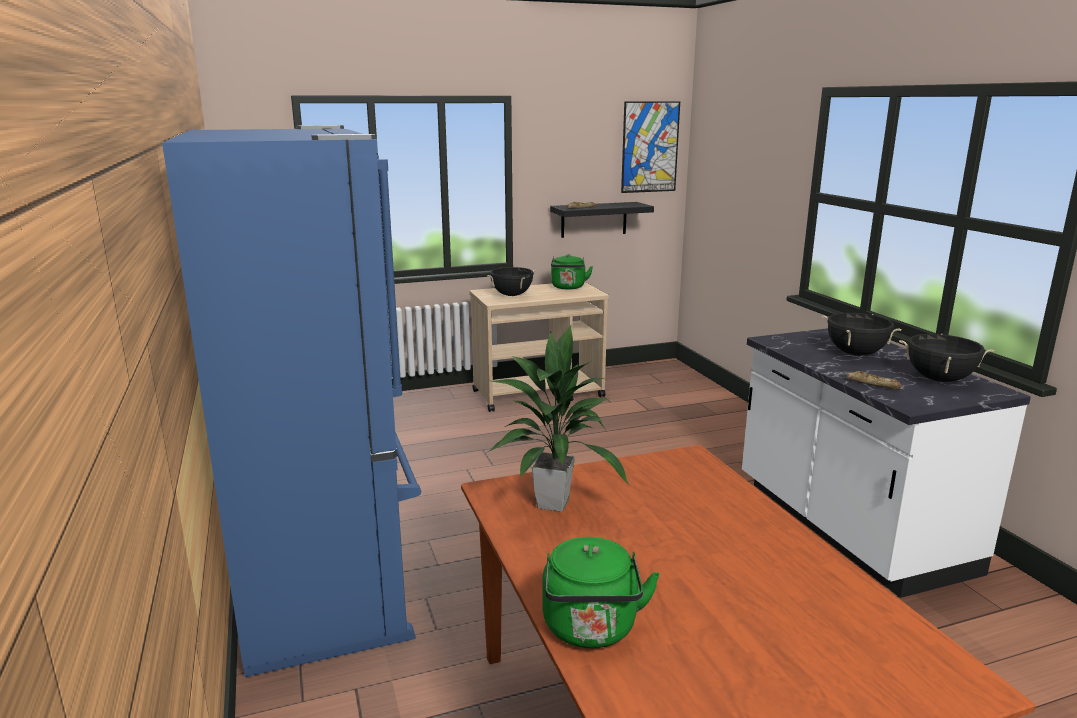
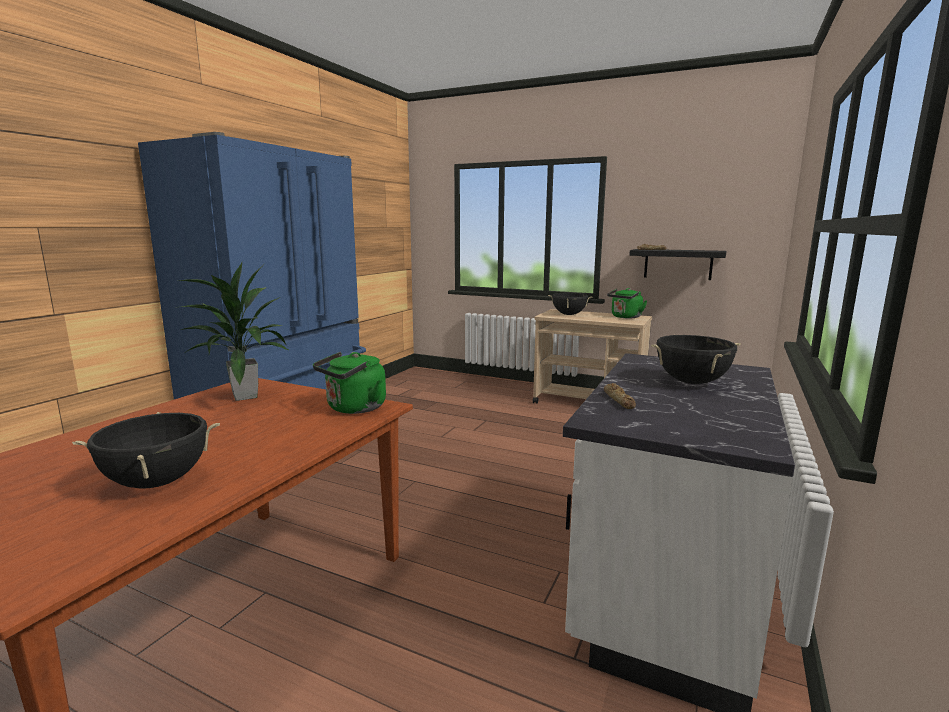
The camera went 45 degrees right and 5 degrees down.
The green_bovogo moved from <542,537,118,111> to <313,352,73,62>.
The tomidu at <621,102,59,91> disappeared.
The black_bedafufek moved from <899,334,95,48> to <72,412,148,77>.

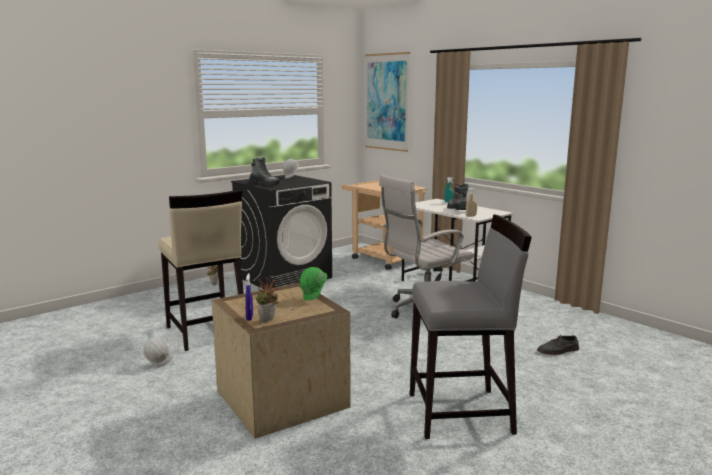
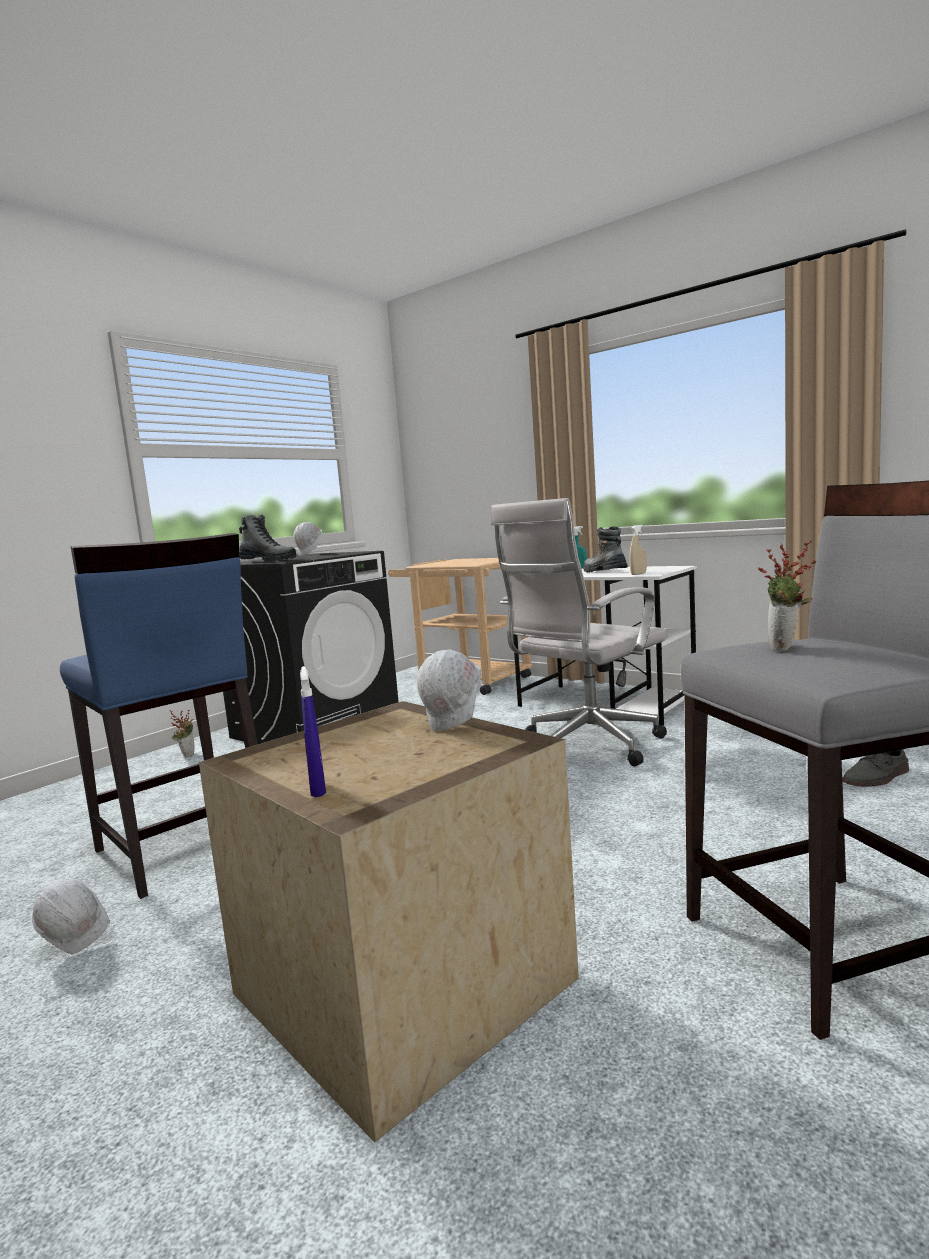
The camera went 10 degrees left and 5 degrees down.
The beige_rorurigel at <158,190,86,161> became the blue_rorurigel at <60,533,198,366>.
The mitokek moved from <256,278,23,44> to <758,540,59,111>.
The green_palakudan at <300,267,27,33> became the white_palakudan at <417,650,64,81>.
The tomidu at <364,52,46,100> disappeared.

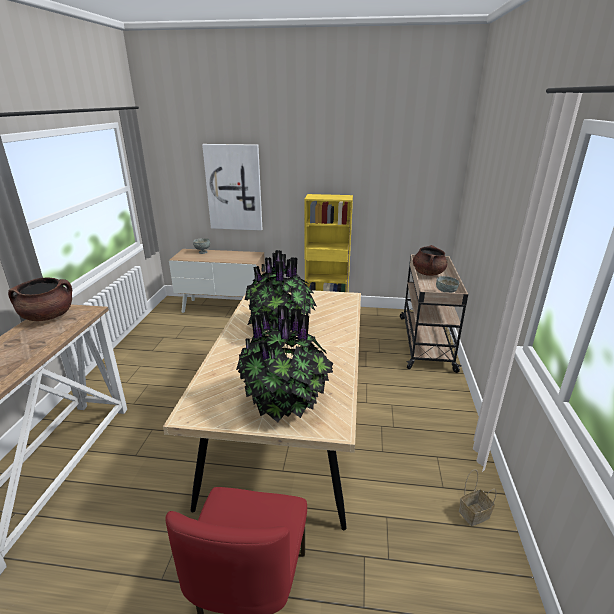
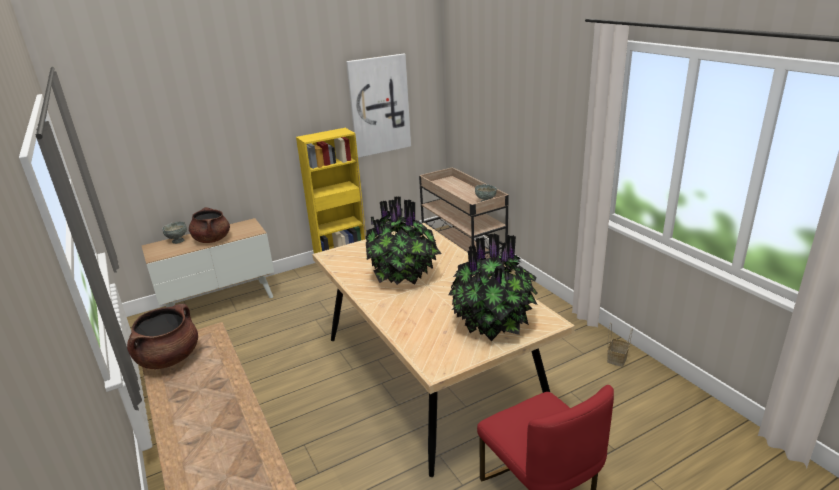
The camera went 35 degrees left and 0 degrees up.
The tomidu moved from <202,144,60,86> to <346,53,65,105>.
The brown_bedafufek moved from <413,245,34,31> to <189,207,41,36>.

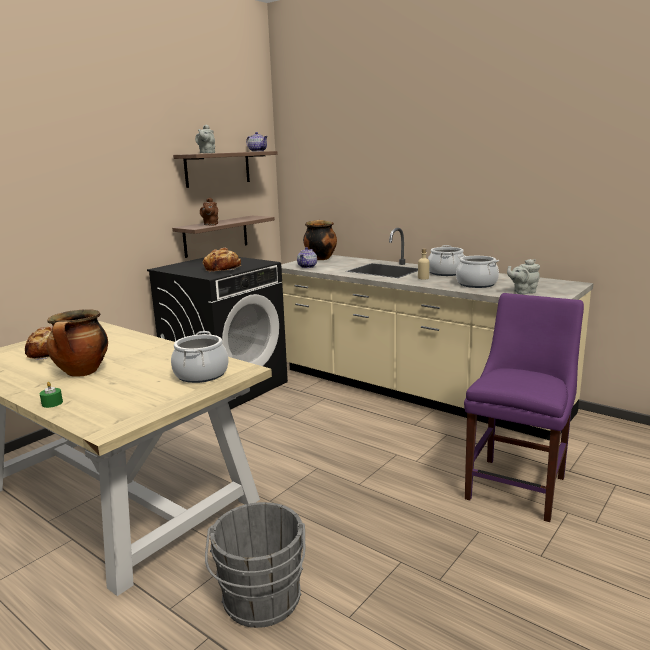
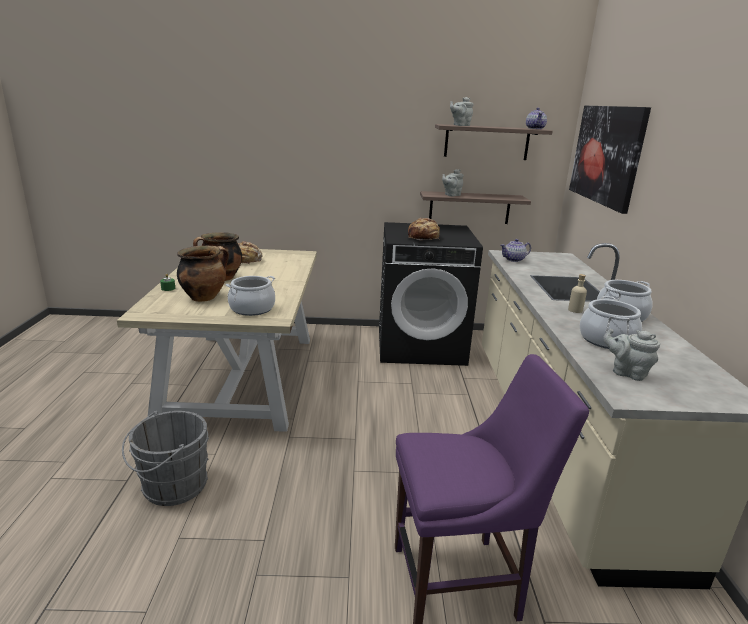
The camera went 50 degrees right and 5 degrees up.
The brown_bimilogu at <200,198,18,28> became the grey_bimilogu at <442,169,22,27>.
The bedafufek moved from <303,220,34,40> to <177,246,52,56>.
The tomidu at <569,106,82,108> appeared.

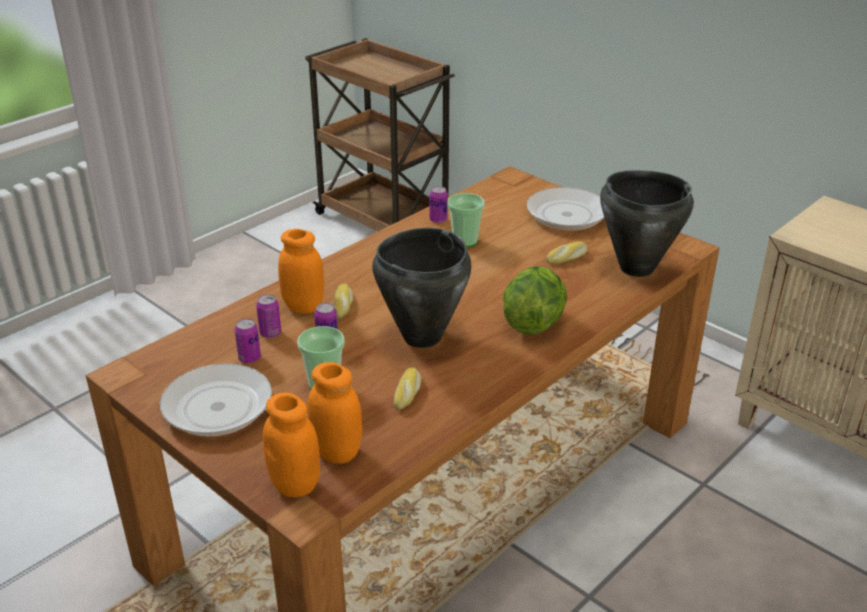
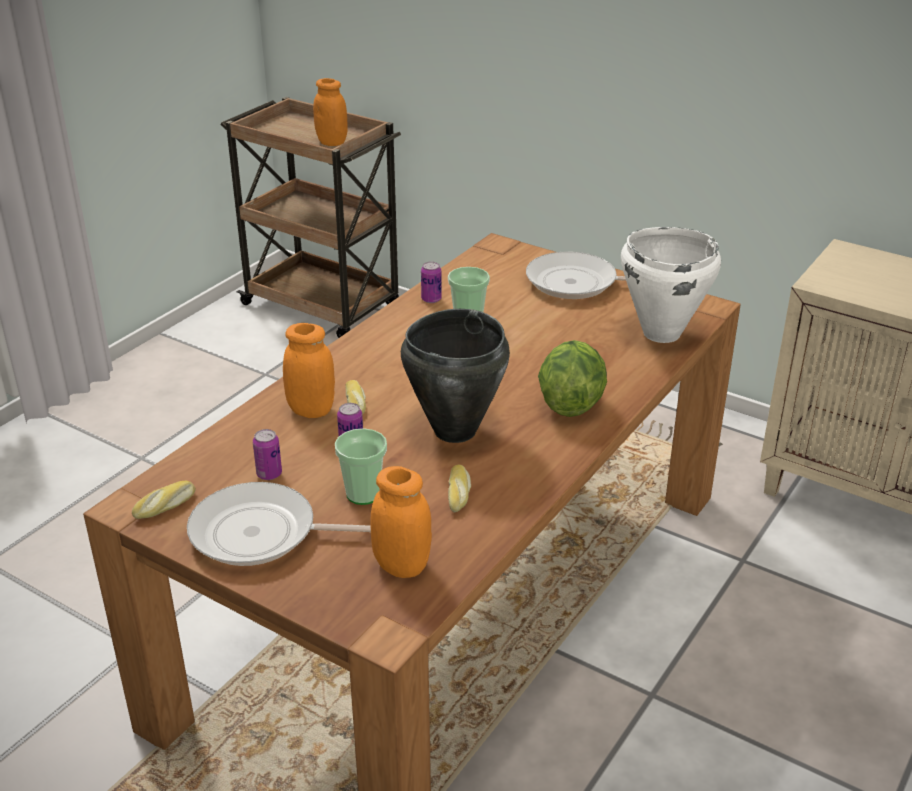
The camera went 10 degrees left and 0 degrees up.
The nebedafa at <256,294,25,44> disappeared.
The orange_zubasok moved from <263,392,57,106> to <313,78,34,68>.
The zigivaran moved from <546,241,42,23> to <132,481,64,38>.
The black_bedafufek at <600,170,94,107> became the white_bedafufek at <621,227,100,116>.

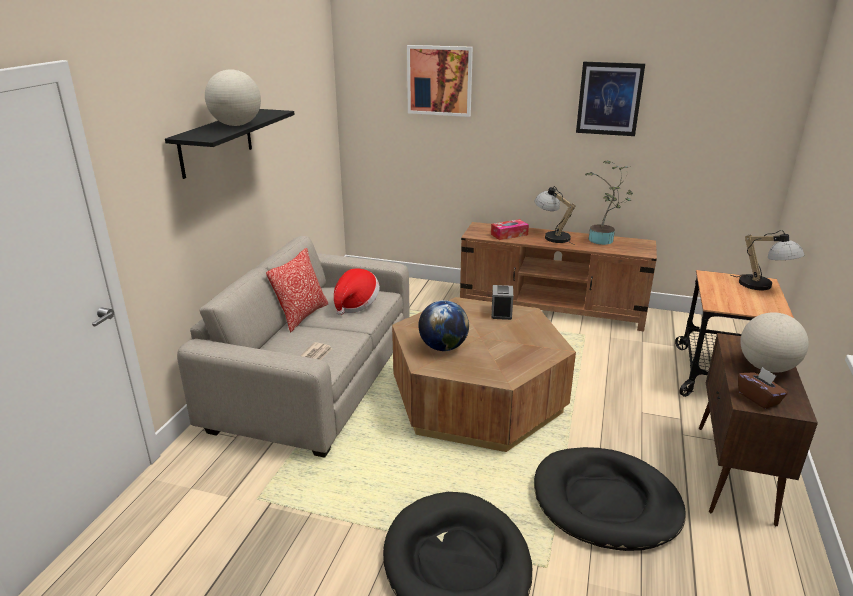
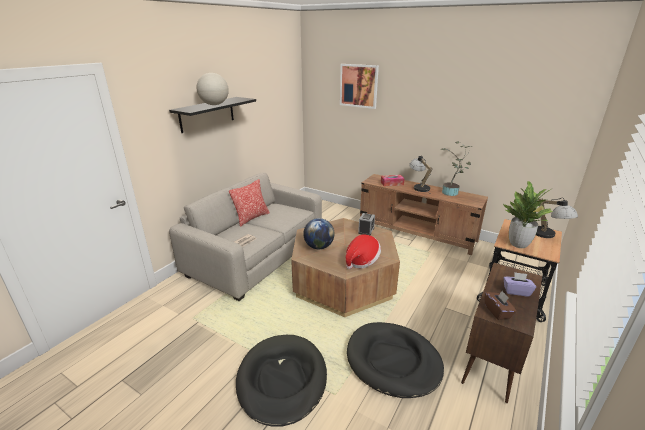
The camera went 15 degrees right and 0 degrees up.
The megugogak moved from <334,268,46,47> to <346,235,35,34>.
The tomidu at <576,62,69,74> disappeared.
The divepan at <740,312,69,61> was replaced by the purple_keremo at <503,272,33,25>.
The mitokek at <503,181,50,67> appeared.

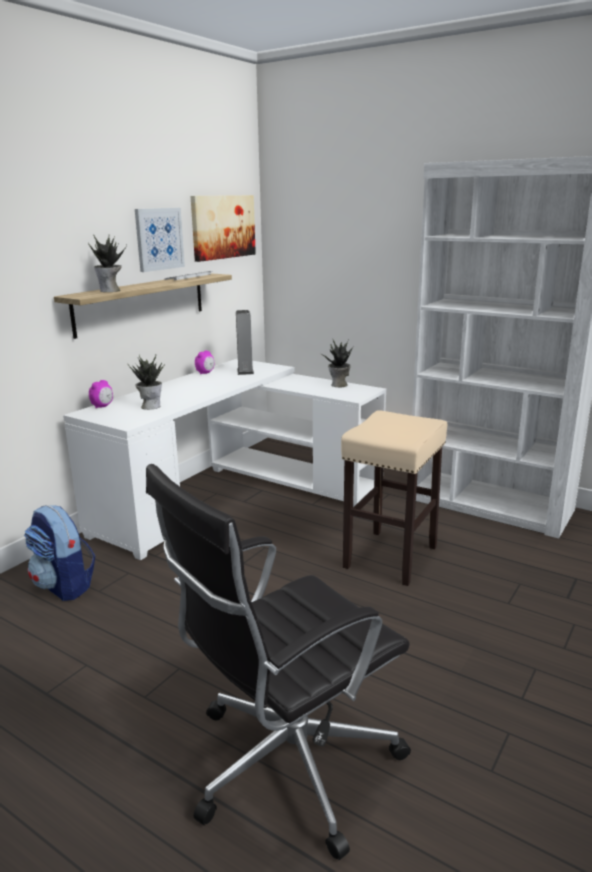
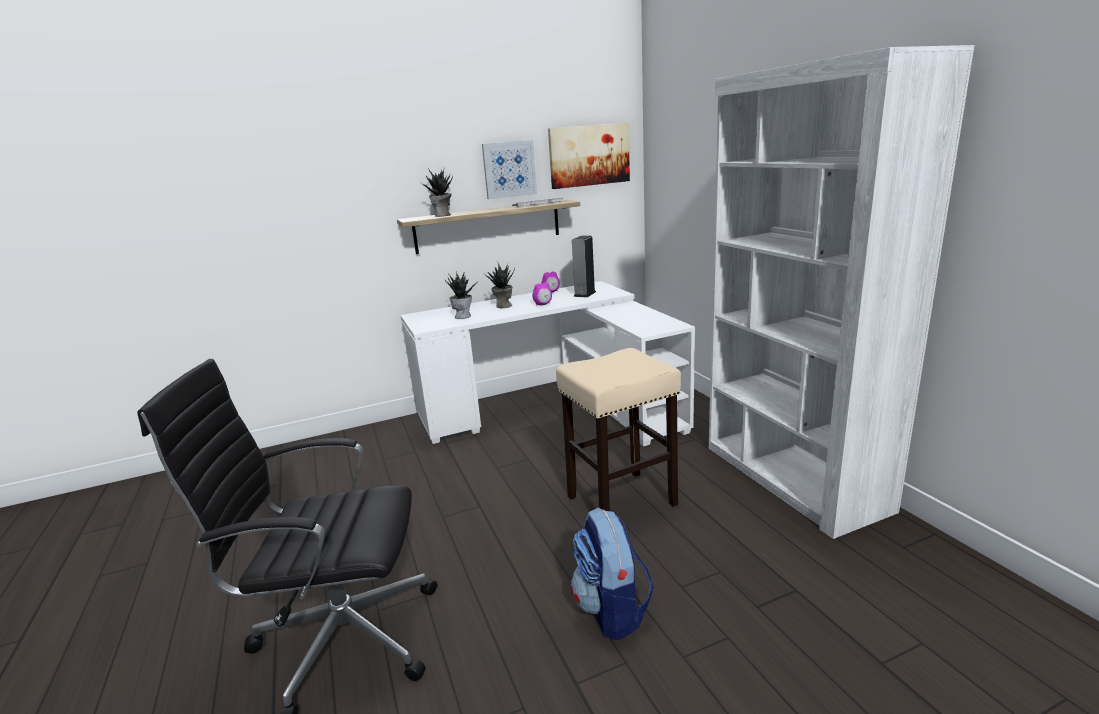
The camera went 35 degrees right and 0 degrees up.
The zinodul moved from <24,505,71,96> to <571,507,83,133>.
The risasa moved from <89,380,24,28> to <532,282,20,24>.
The mitokek moved from <322,340,31,47> to <487,263,28,45>.

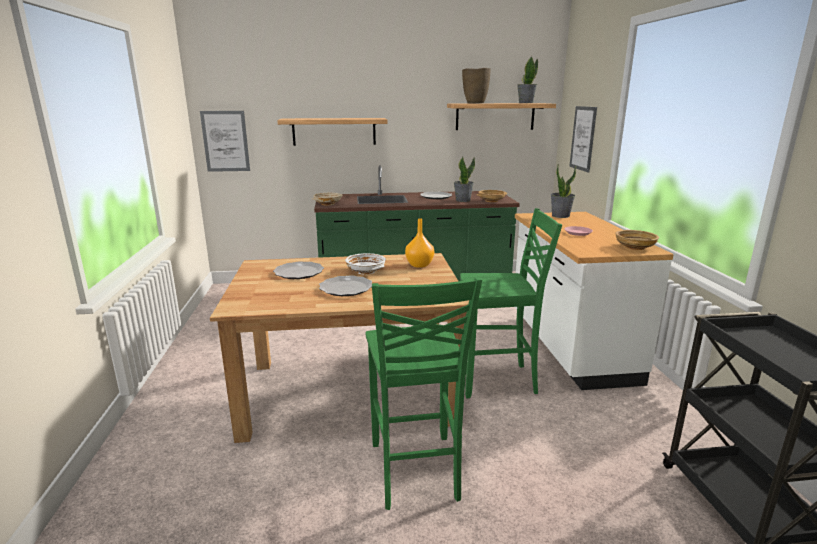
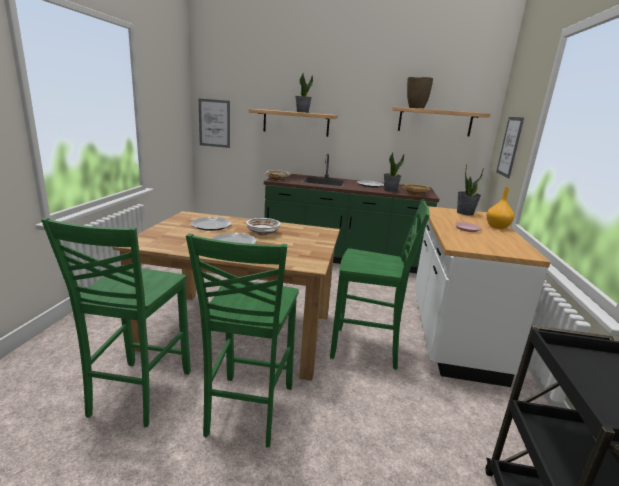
The camera went 15 degrees right and 0 degrees up.
The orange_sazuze moved from <405,218,29,50> to <486,187,28,42>.
The mitokek moved from <517,56,21,47> to <296,73,17,40>.
The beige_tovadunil at <615,230,44,20> disappeared.
The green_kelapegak at <41,218,150,209> appeared.

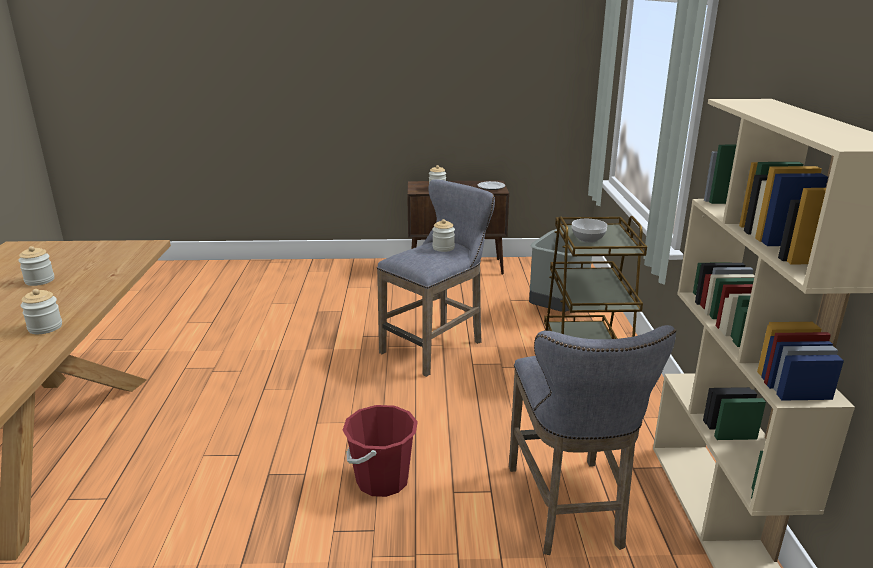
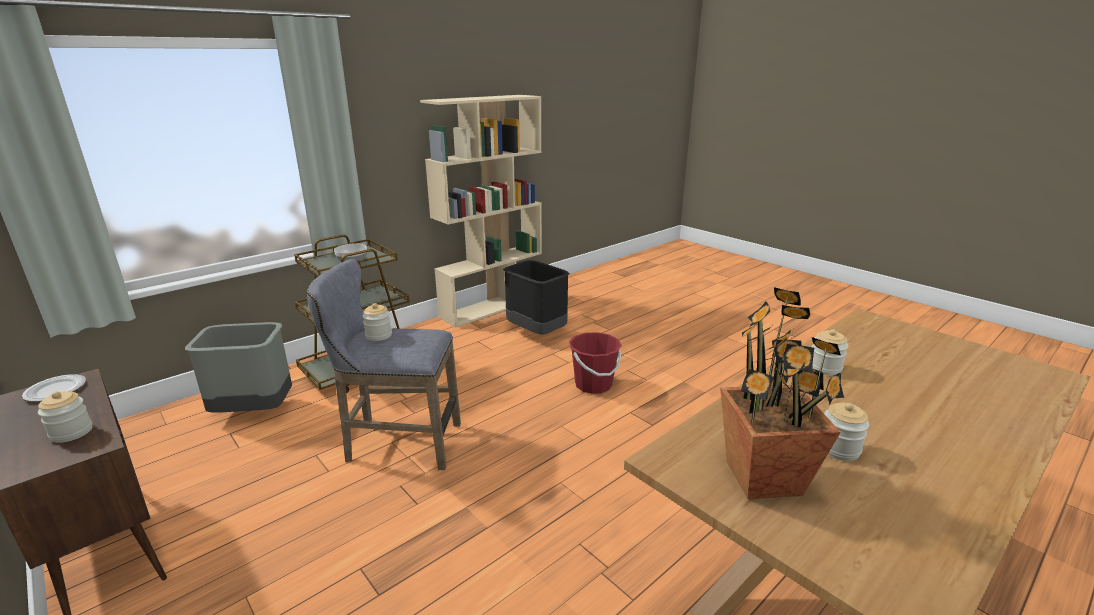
The camera went 130 degrees left and 0 degrees up.
The grey_rorurigel at <509,325,167,230> was replaced by the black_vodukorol at <503,260,67,75>.
The mitokek at <720,287,124,212> appeared.

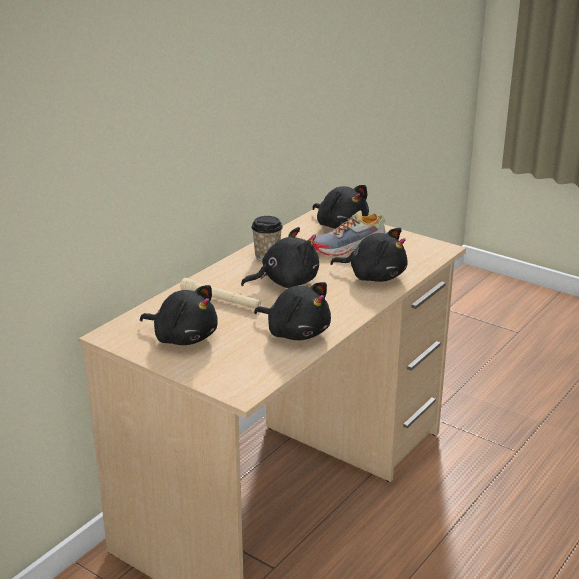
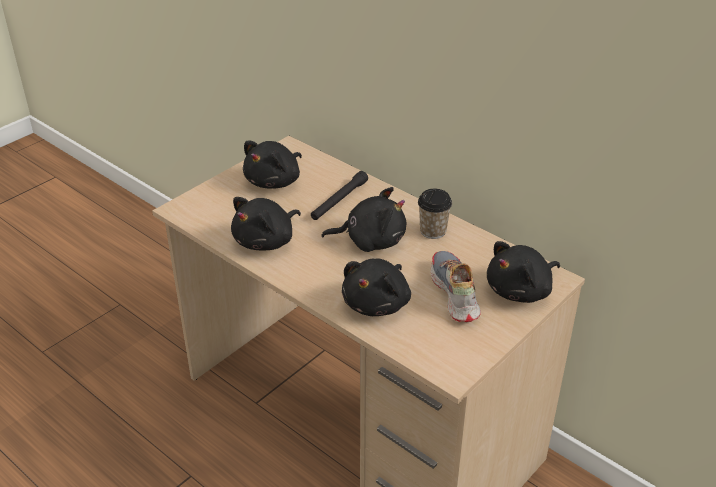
The camera went 95 degrees right and 10 degrees up.
The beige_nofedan at <180,278,81,30> became the black_nofedan at <311,171,57,49>.
The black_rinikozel at <241,227,78,61> turned 75 degrees counterclockwise.

